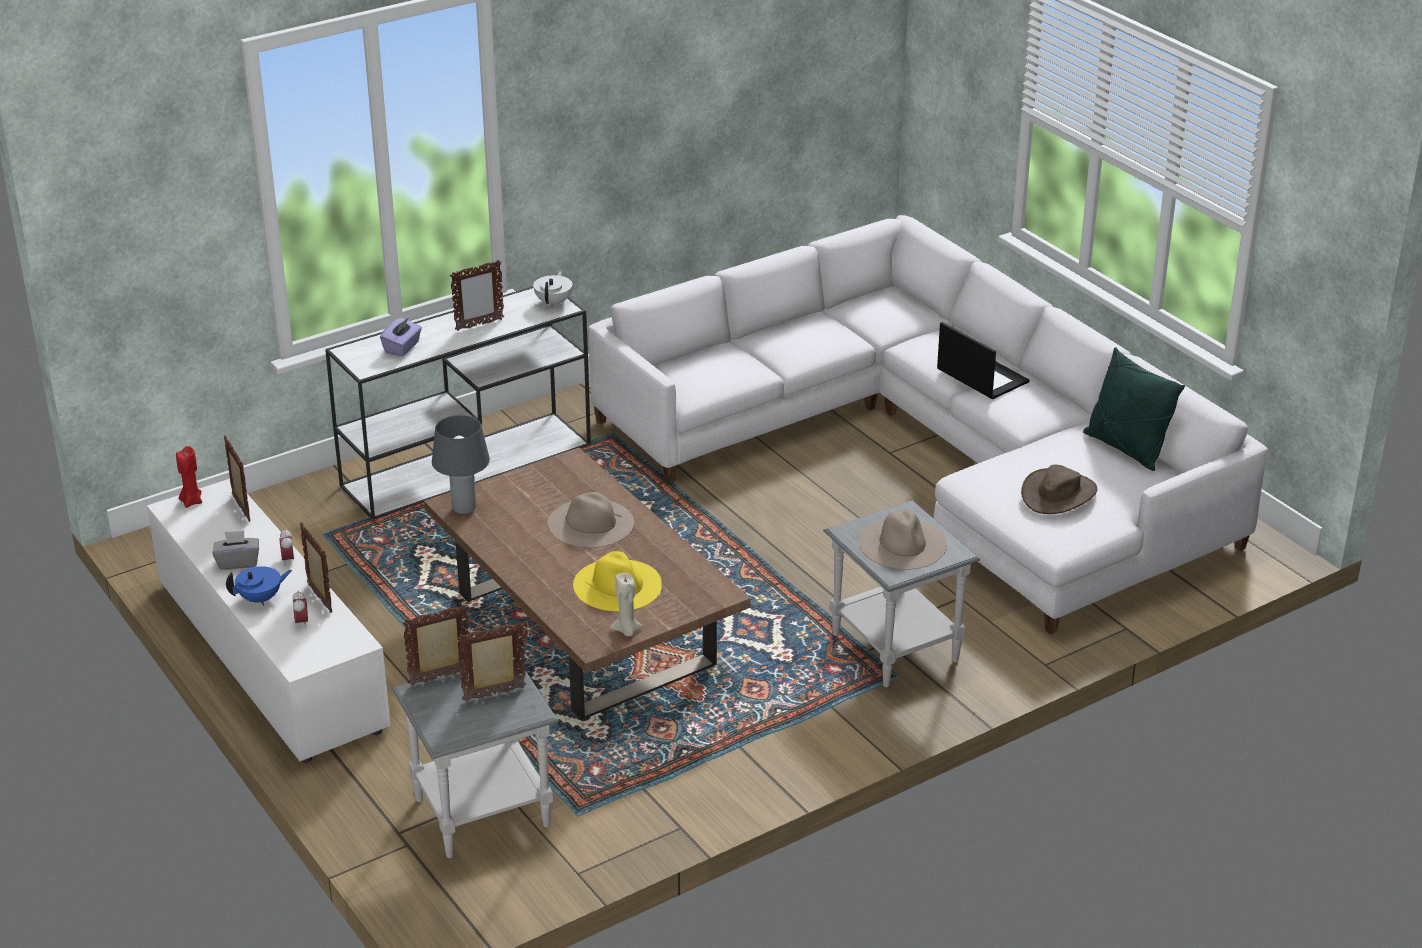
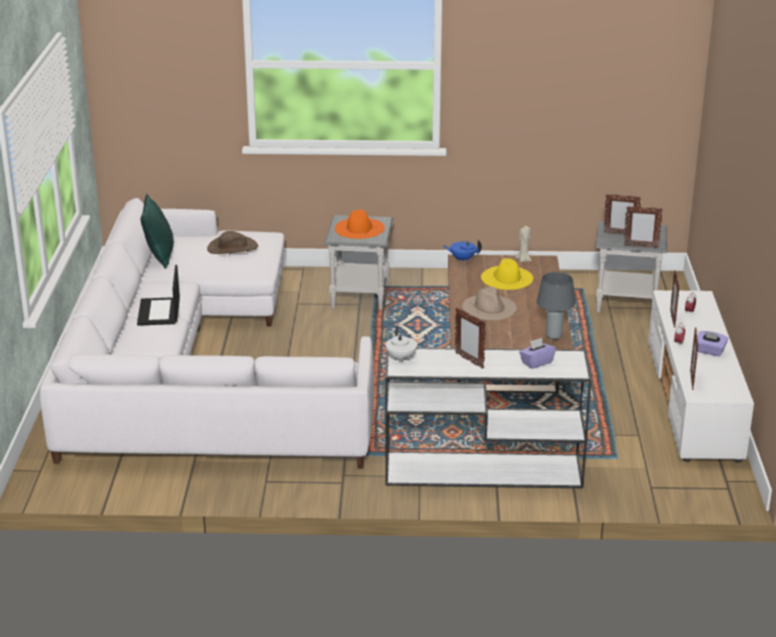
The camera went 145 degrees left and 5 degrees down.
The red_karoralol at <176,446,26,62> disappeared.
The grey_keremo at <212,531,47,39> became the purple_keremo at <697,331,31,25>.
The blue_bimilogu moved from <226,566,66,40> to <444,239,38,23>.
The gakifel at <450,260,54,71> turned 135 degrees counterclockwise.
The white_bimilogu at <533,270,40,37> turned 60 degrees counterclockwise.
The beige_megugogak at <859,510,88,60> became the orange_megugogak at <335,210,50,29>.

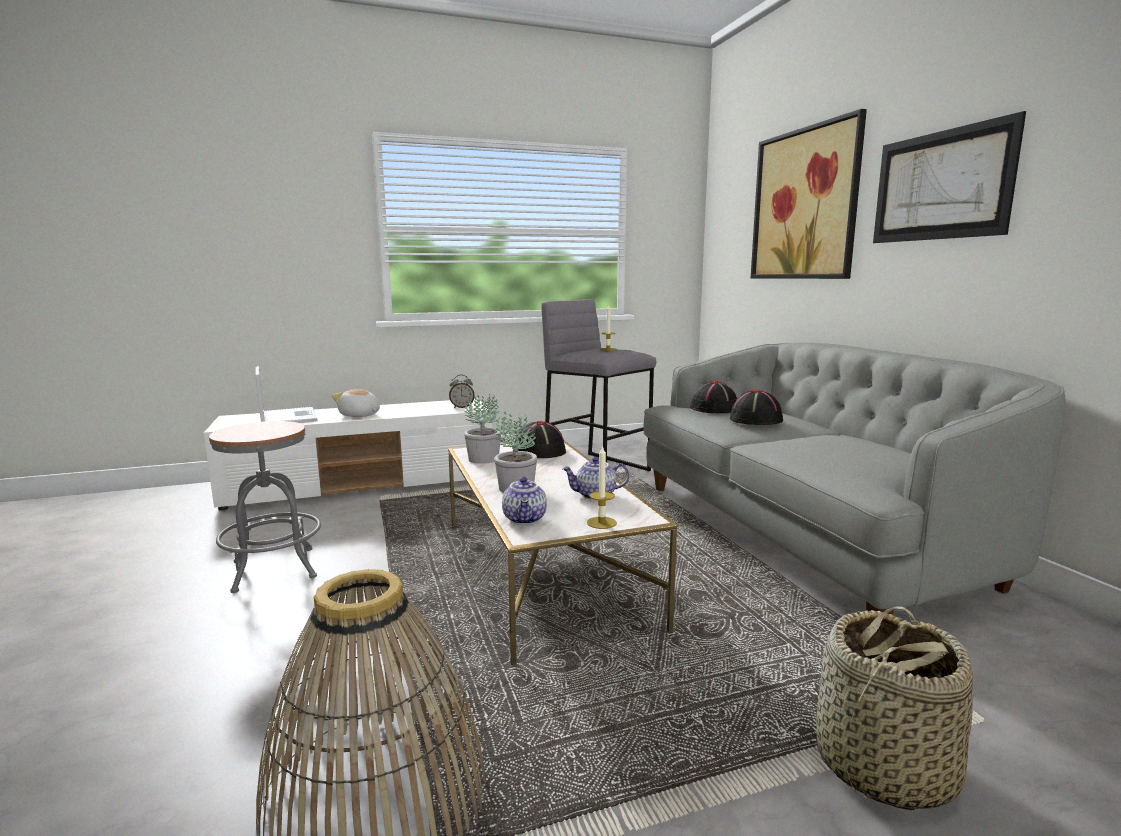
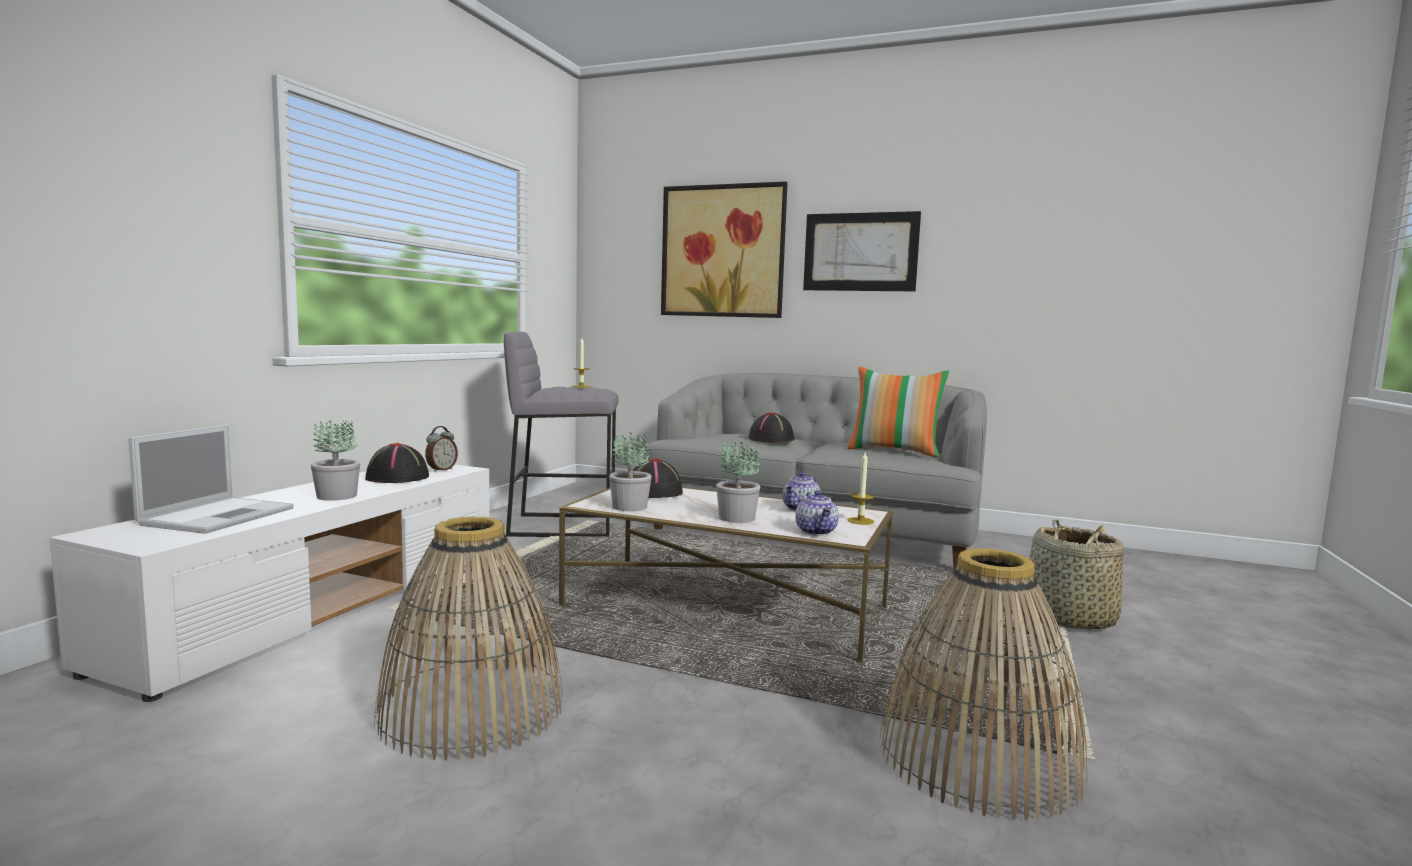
The camera went 50 degrees left and 5 degrees down.
The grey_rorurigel at <209,421,112,172> was replaced by the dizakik at <374,516,189,245>.
The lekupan at <256,366,62,57> turned 90 degrees clockwise.
The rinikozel at <332,389,48,28> was replaced by the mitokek at <311,419,49,82>.
The bimilogu at <502,476,45,49> turned 45 degrees clockwise.
The black_megugogak moved from <690,381,47,32> to <365,443,64,40>.
The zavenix at <847,367,102,91> appeared.

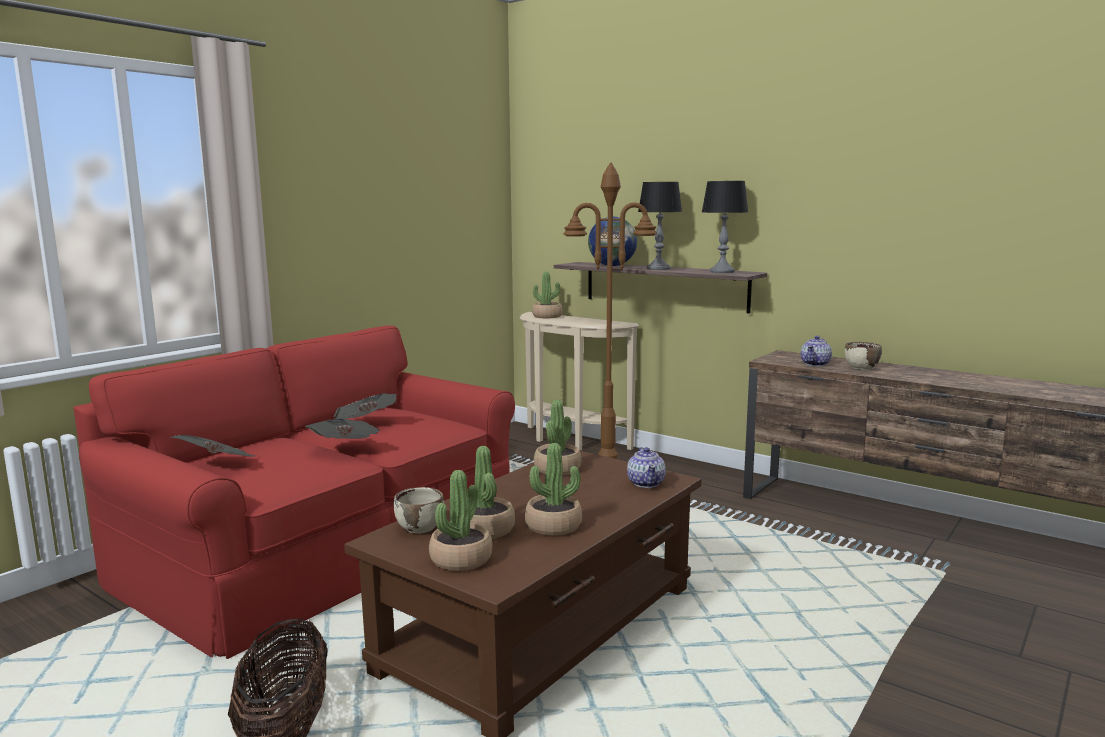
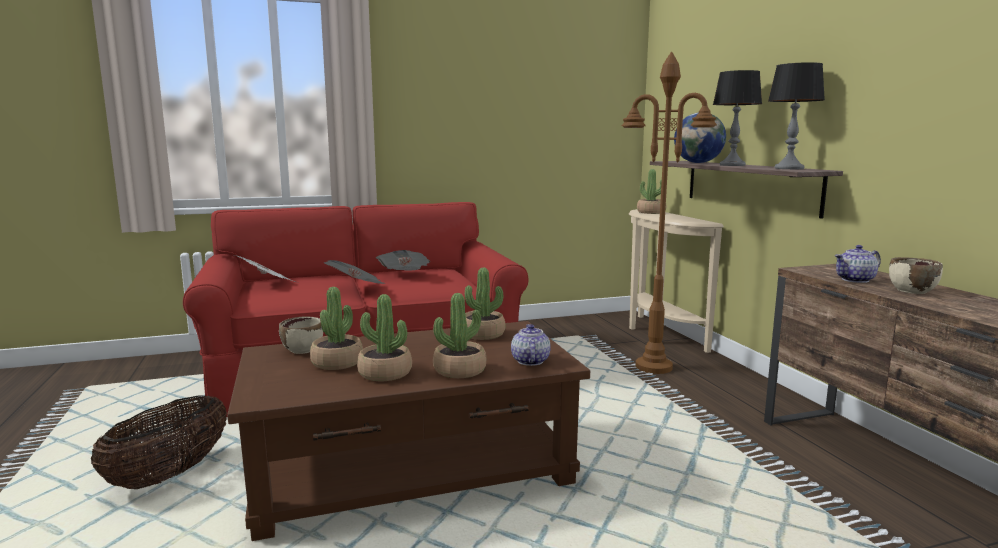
The camera went 35 degrees right and 0 degrees up.
The mitokek moved from <429,470,63,101> to <433,293,53,85>.
The bimilogu at <627,447,39,41> turned 150 degrees clockwise.

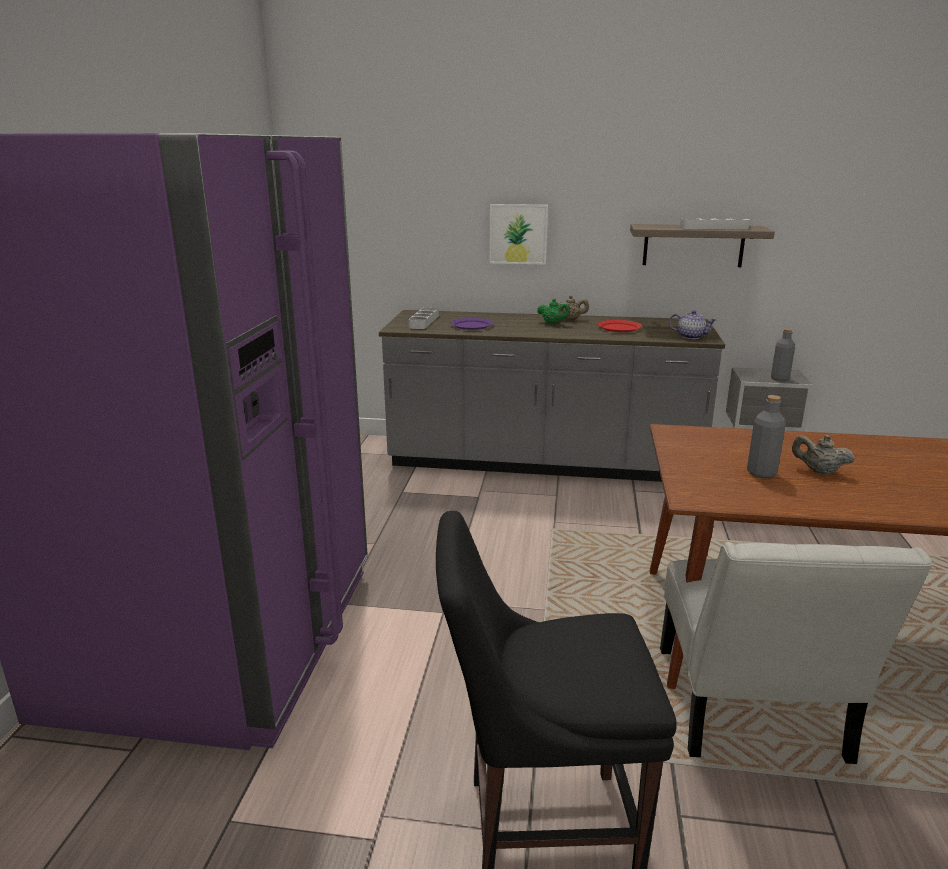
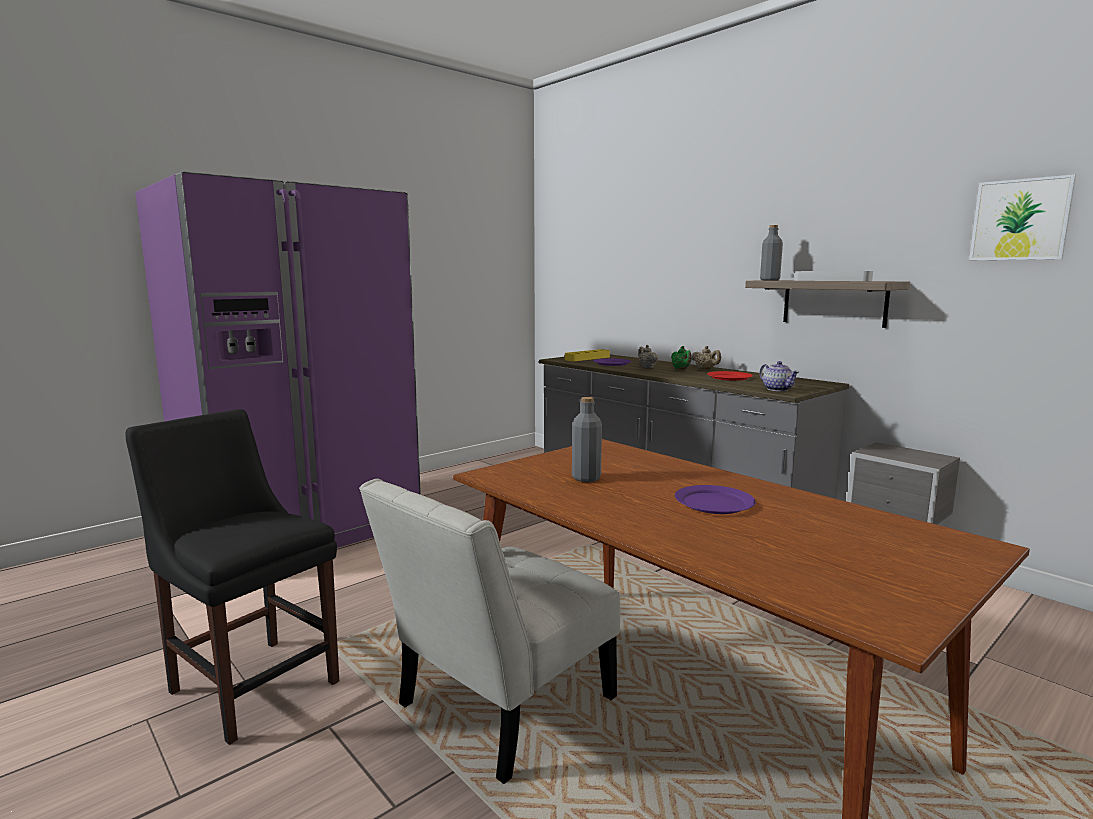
The camera went 40 degrees right and 10 degrees down.
The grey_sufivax at <408,307,31,22> became the yellow_sufivax at <565,349,45,12>.
The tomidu moved from <489,204,59,61> to <969,174,107,86>.
The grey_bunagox moved from <771,328,24,53> to <760,225,23,55>.
The beige_bimilogu moved from <792,435,63,40> to <638,345,20,24>.
The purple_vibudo at <675,485,81,29> appeared.

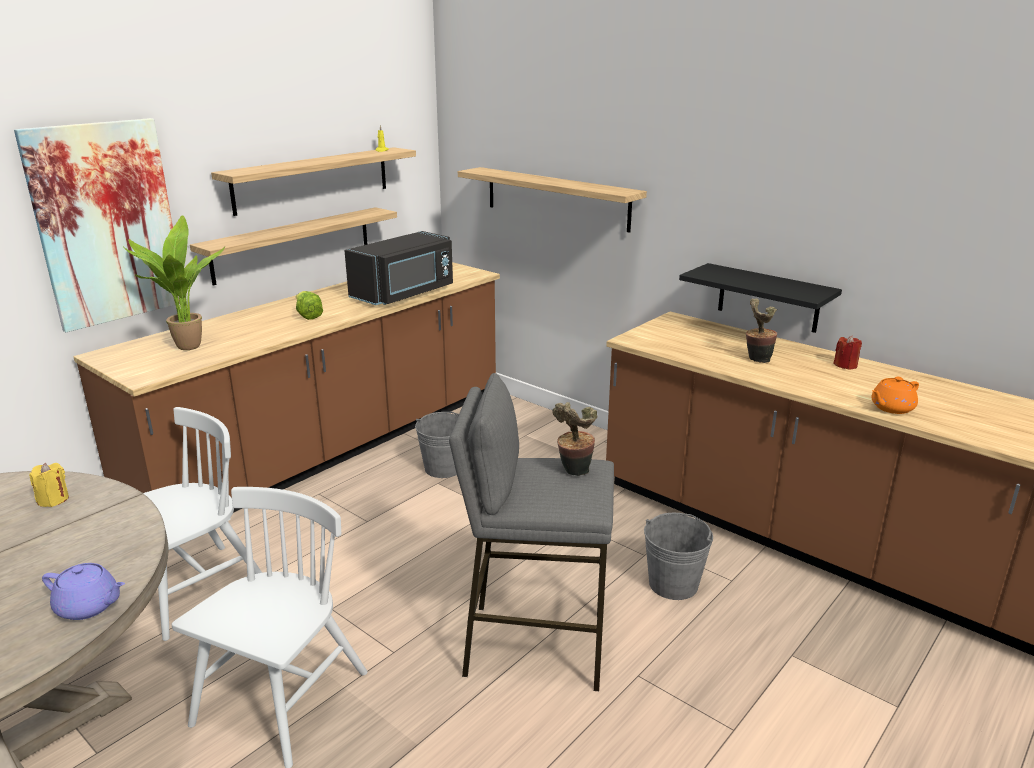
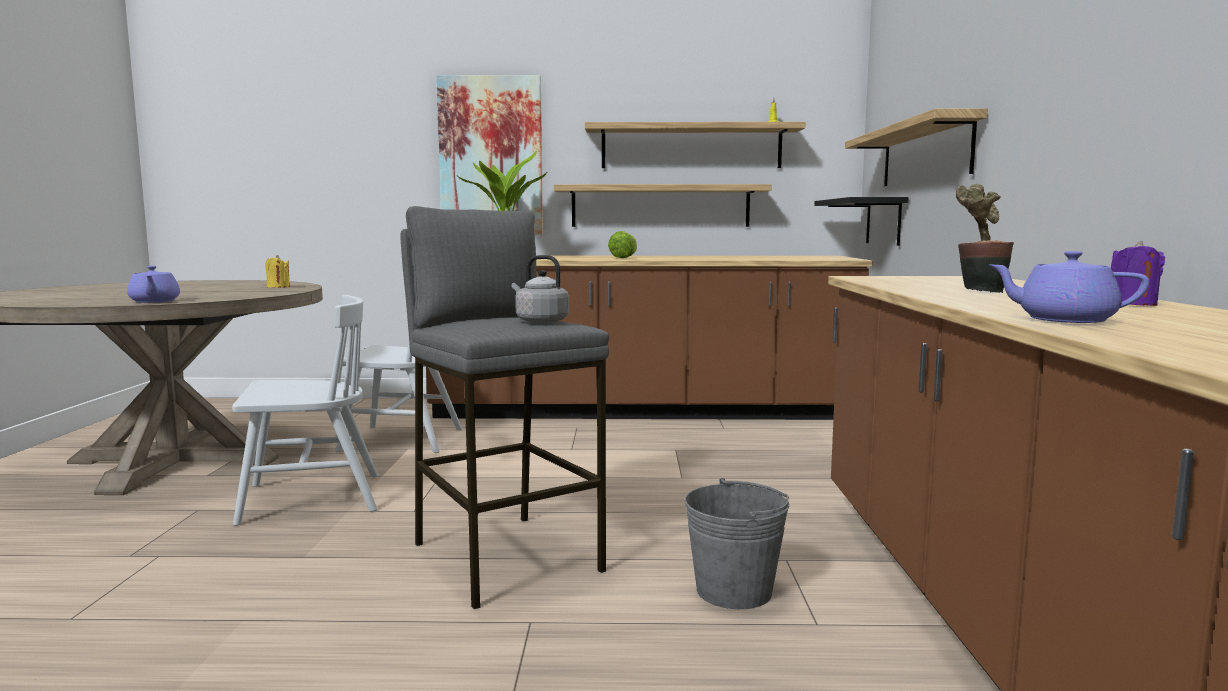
The camera went 50 degrees right and 15 degrees down.
The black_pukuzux at <344,231,109,74> disappeared.
The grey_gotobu at <415,412,44,66> disappeared.
The mitokek at <552,402,46,74> was replaced by the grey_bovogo at <512,255,57,68>.
The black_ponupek moved from <679,263,163,70> to <814,197,95,49>.
The red_karoralol at <833,335,29,34> became the purple_karoralol at <1111,241,54,65>.
The orange_bimilogu at <871,377,48,37> became the purple_bimilogu at <988,251,161,72>.

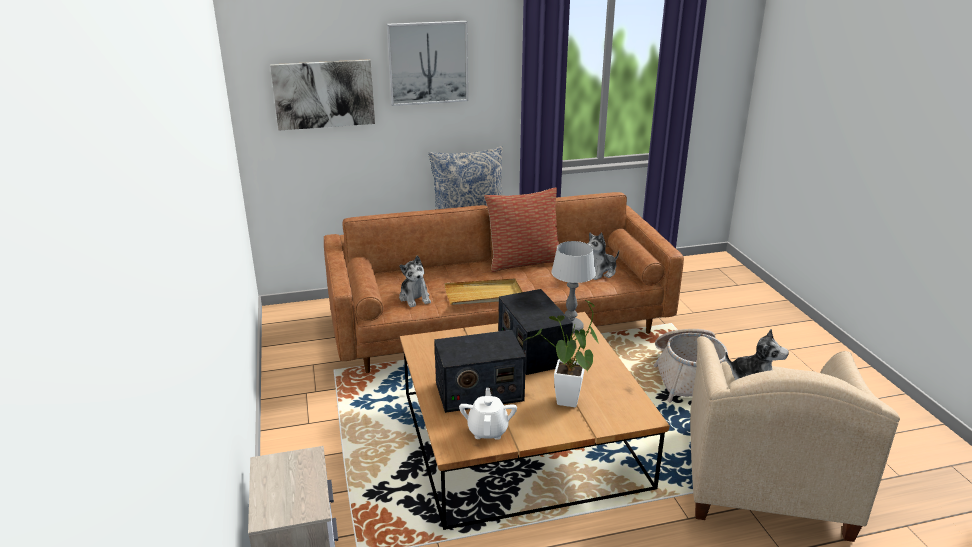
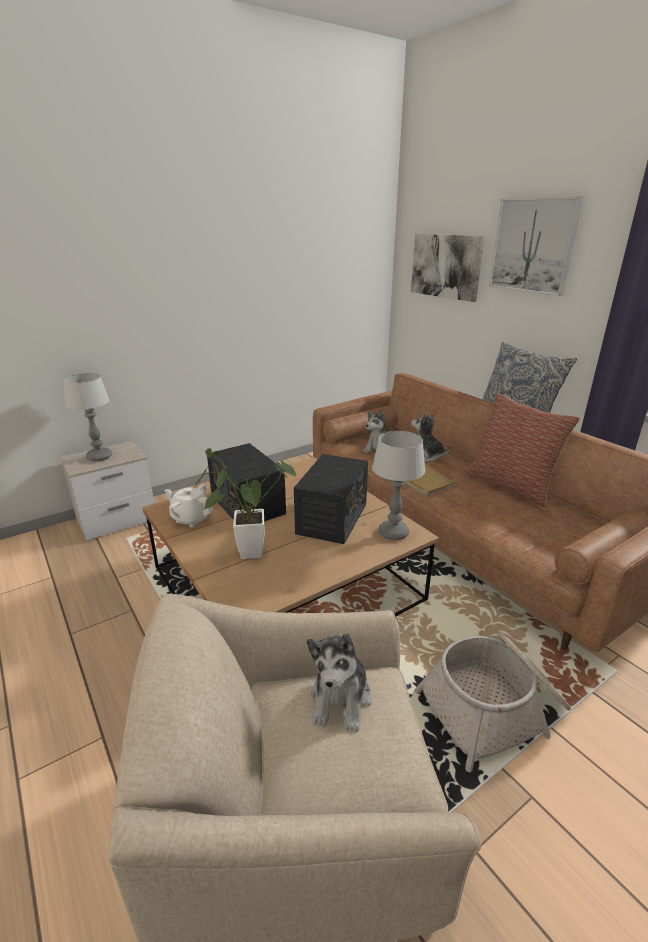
The camera went 70 degrees right and 0 degrees up.
The white_bimilogu at <459,388,58,52> turned 135 degrees counterclockwise.
The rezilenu at <499,289,74,86> turned 150 degrees clockwise.
The rinikozel moved from <588,232,31,48> to <411,413,41,49>.
The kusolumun at <63,373,49,88> appeared.

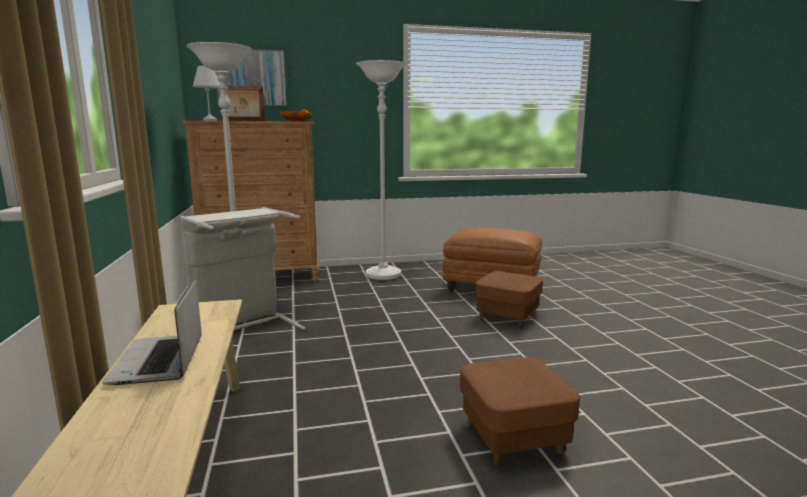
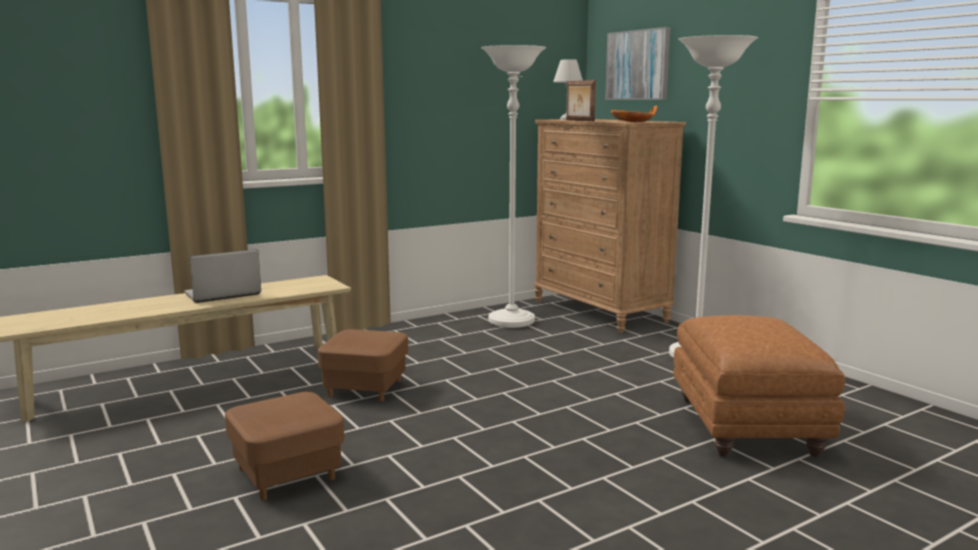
The camera went 70 degrees right and 0 degrees up.
The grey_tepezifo at <180,207,125,123> disappeared.
The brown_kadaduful moved from <475,271,68,56> to <318,329,90,72>.

